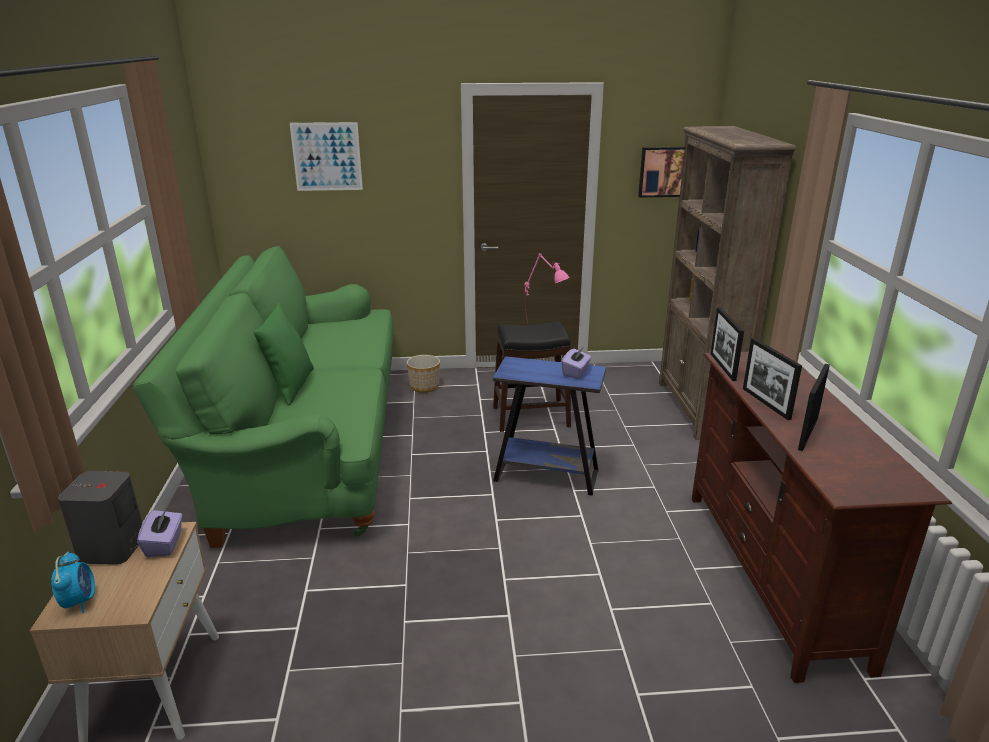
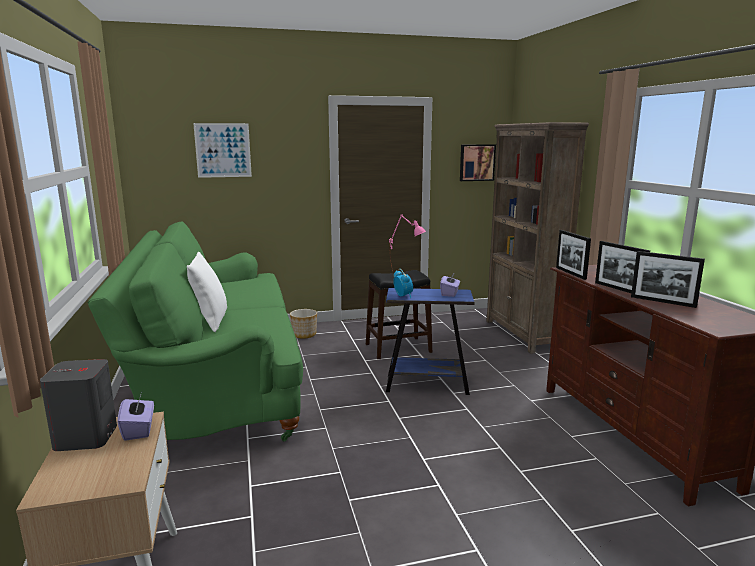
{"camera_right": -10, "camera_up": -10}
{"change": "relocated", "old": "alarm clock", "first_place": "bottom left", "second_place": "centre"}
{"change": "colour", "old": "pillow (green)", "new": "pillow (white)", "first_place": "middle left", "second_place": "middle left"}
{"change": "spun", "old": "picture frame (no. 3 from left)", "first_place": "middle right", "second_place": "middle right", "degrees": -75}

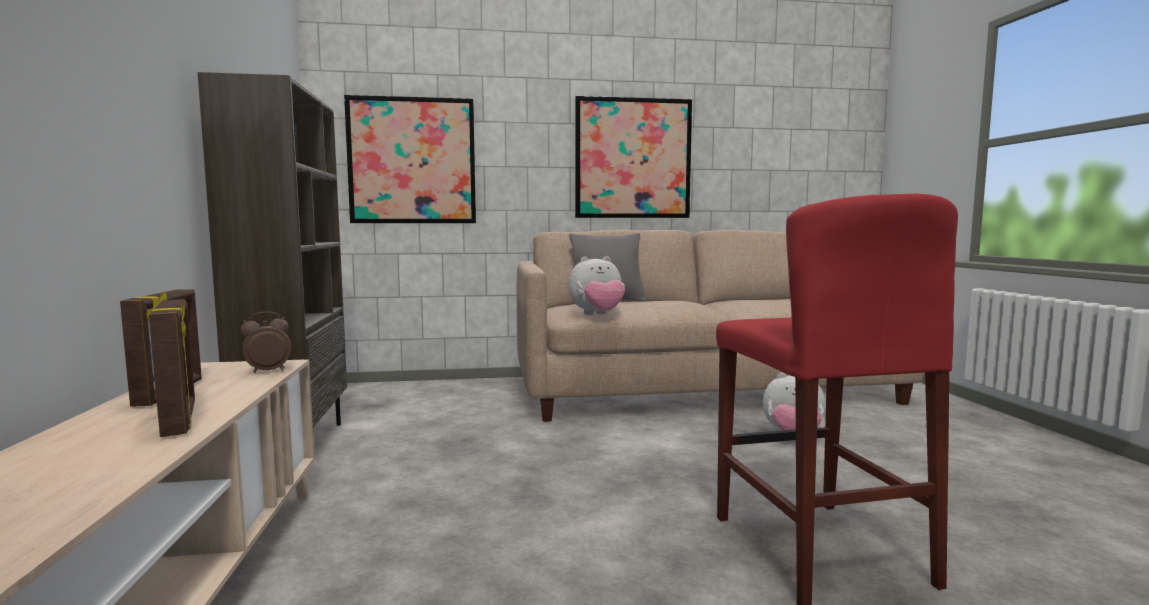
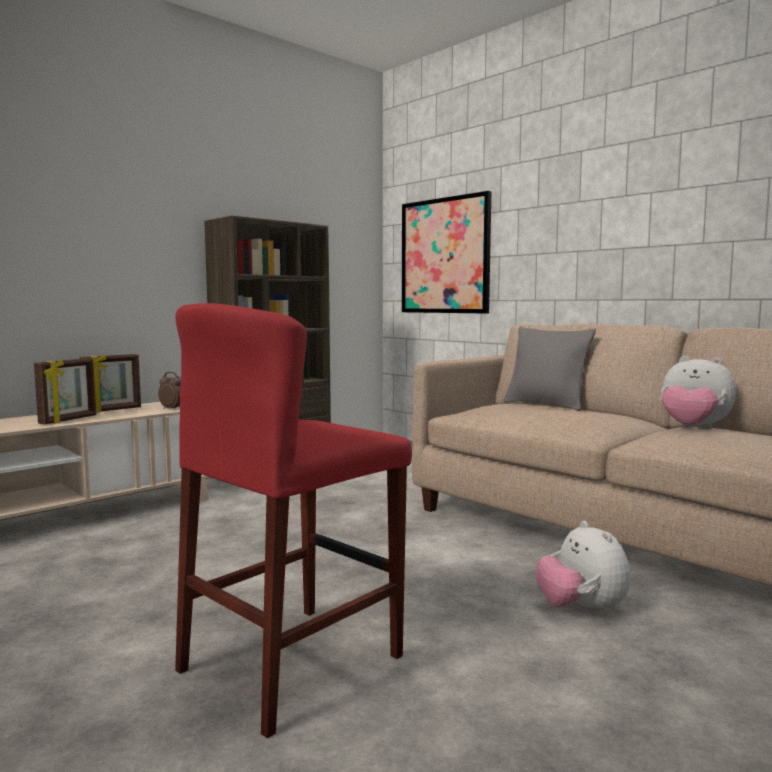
{"camera_right": 55, "camera_up": 0}
{"change": "missing", "old": "picture (no. 2 from left)", "first_place": "top centre"}
{"change": "relocated", "old": "plush toy (no. 1 from left in the first image)", "new": "plush toy (no. 2 from left)", "first_place": "centre", "second_place": "middle right"}

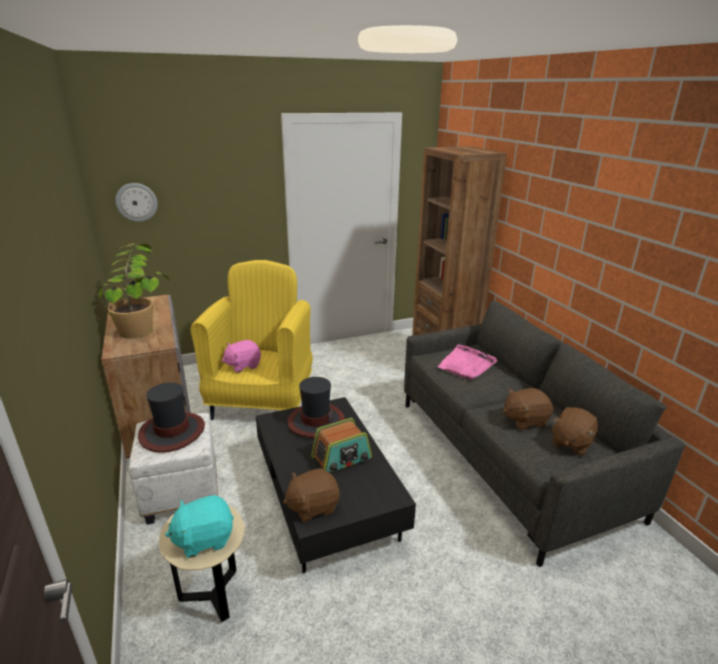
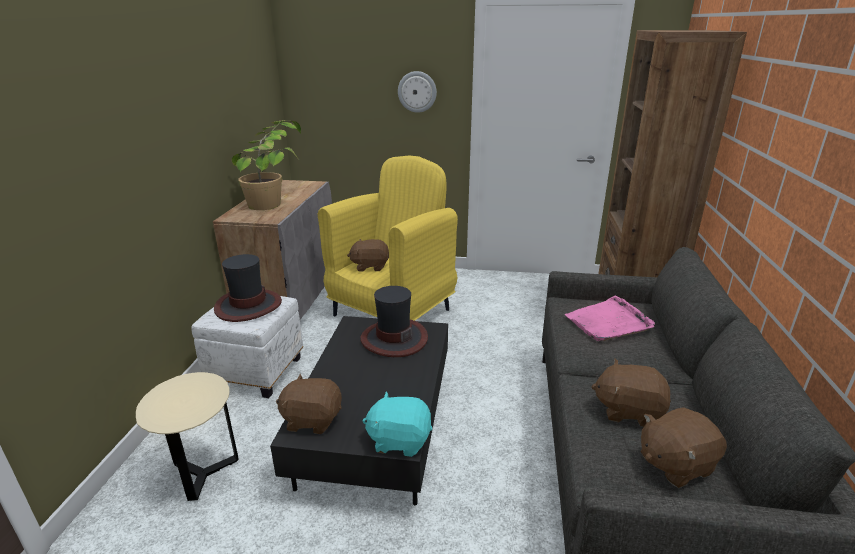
{"camera_right": 30, "camera_up": 0}
{"change": "missing", "old": "radio", "first_place": "bottom centre"}
{"change": "relocated", "old": "wall clock", "first_place": "top left", "second_place": "top centre"}
{"change": "relocated", "old": "plush toy (turquoise)", "first_place": "bottom left", "second_place": "bottom centre"}
{"change": "colour", "old": "plush toy (pink)", "new": "plush toy (brown) (no. 2 from left)", "first_place": "centre", "second_place": "centre"}

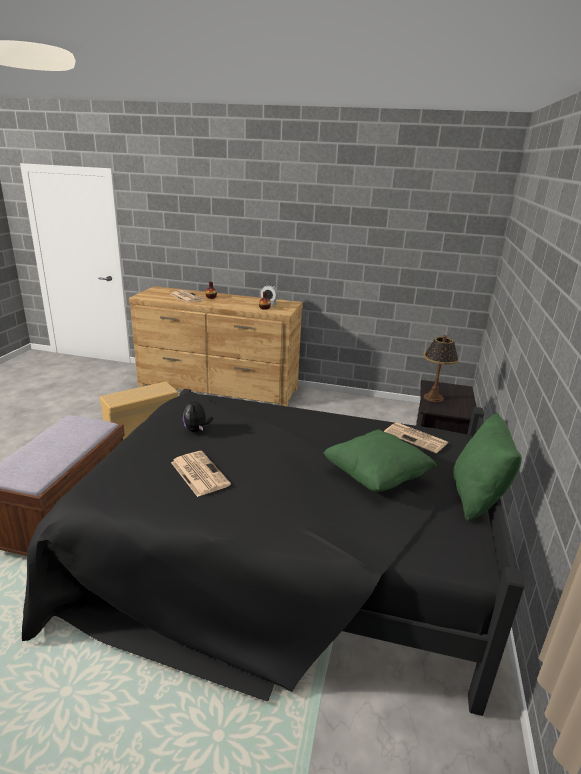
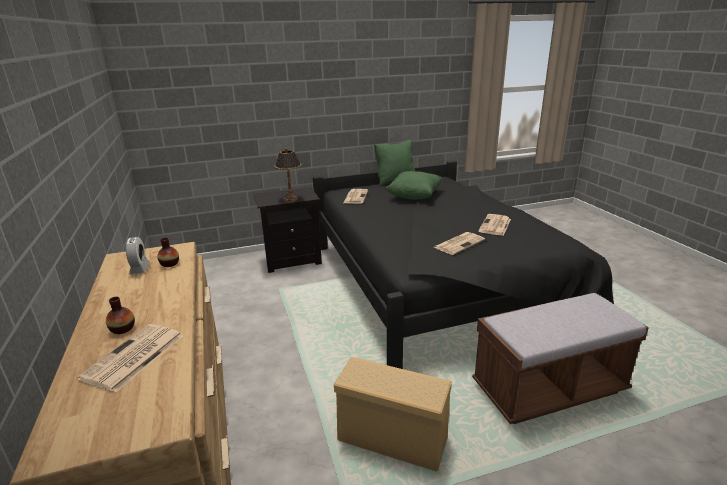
{"camera_right": -120, "camera_up": 0}
{"change": "exchanged", "old": "plush toy", "new": "newspaper (no. 3 from left)", "first_place": "centre", "second_place": "centre"}

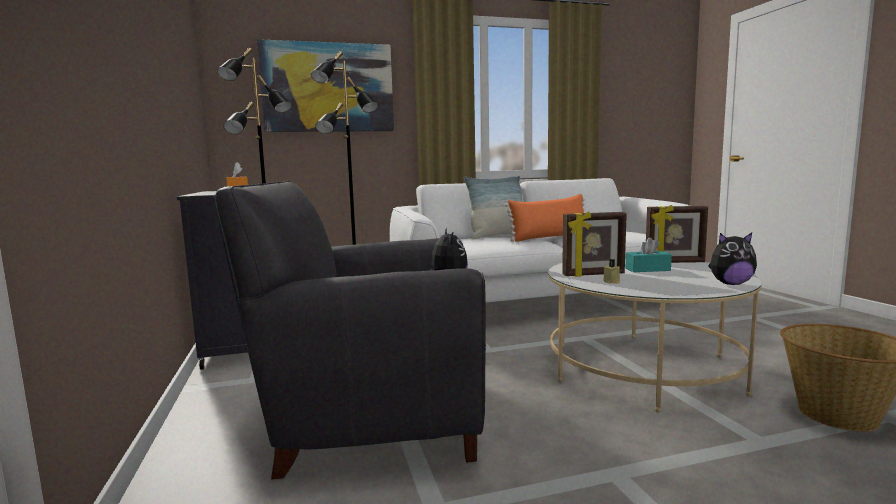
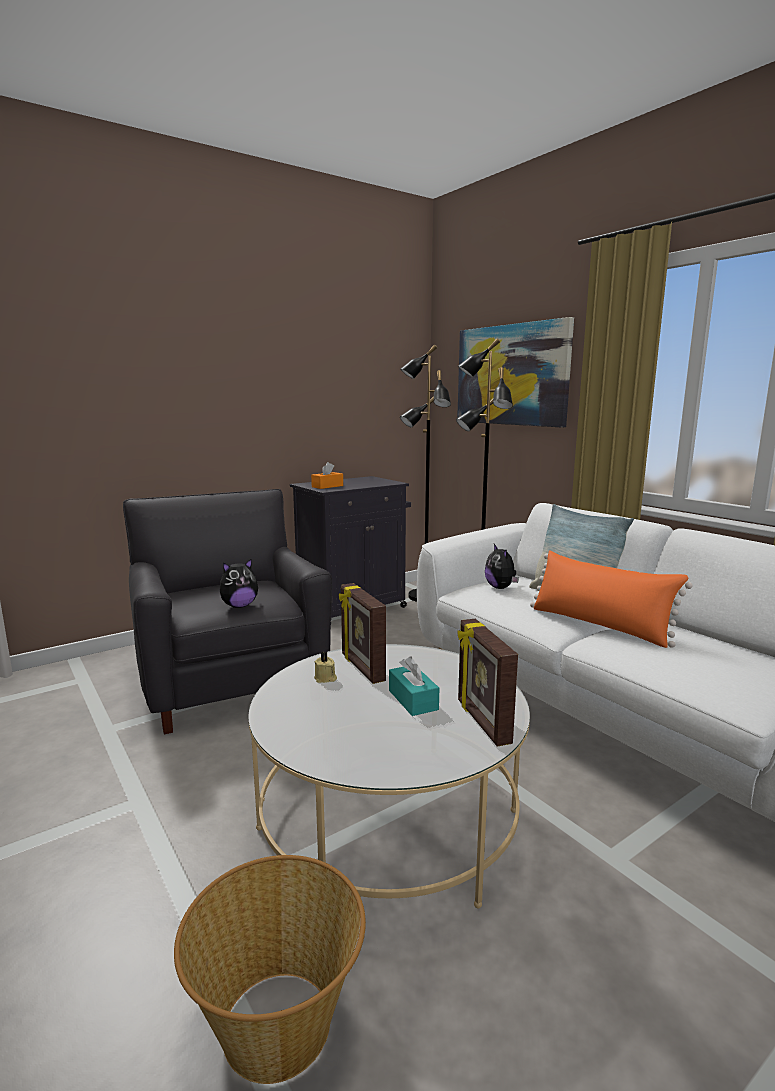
{"camera_right": 70, "camera_up": 5}
{"change": "relocated", "old": "plush toy (no. 2 from left)", "first_place": "middle right", "second_place": "centre"}

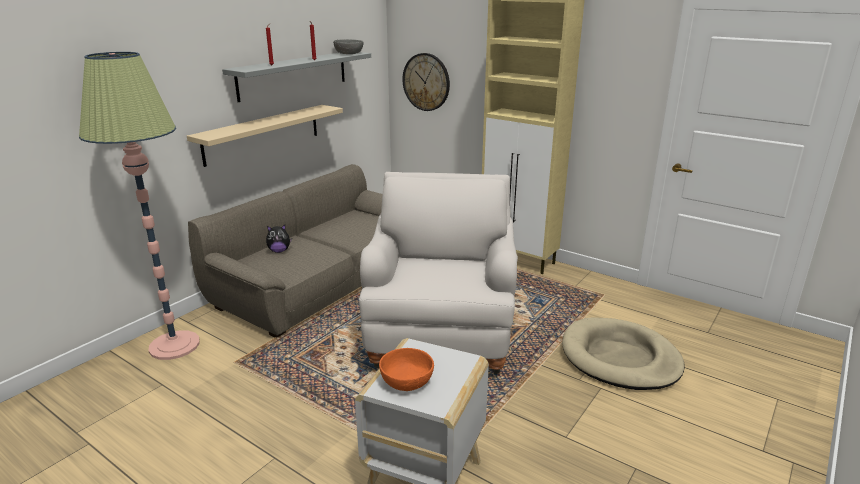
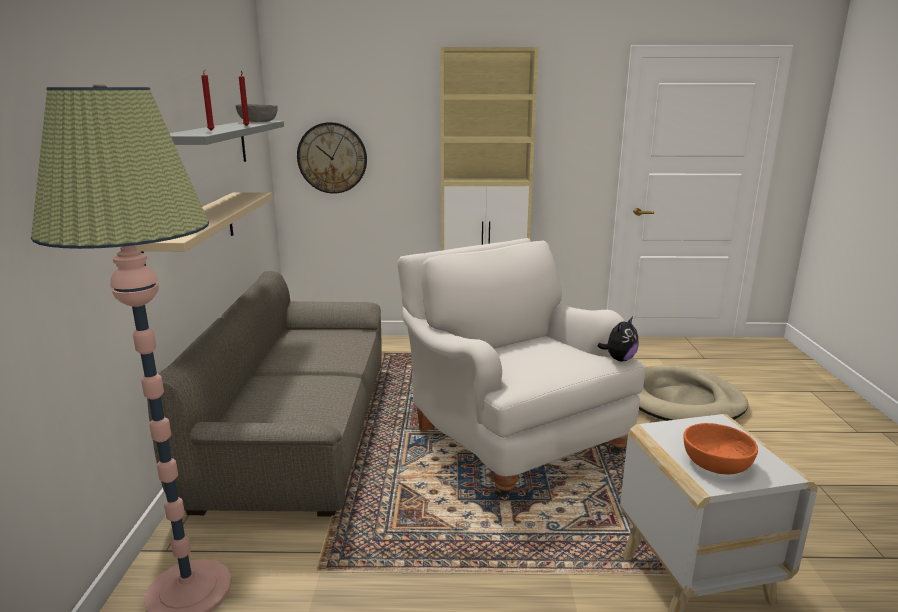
{"camera_right": -35, "camera_up": -5}
{"change": "relocated", "old": "plush toy", "first_place": "middle left", "second_place": "middle right"}

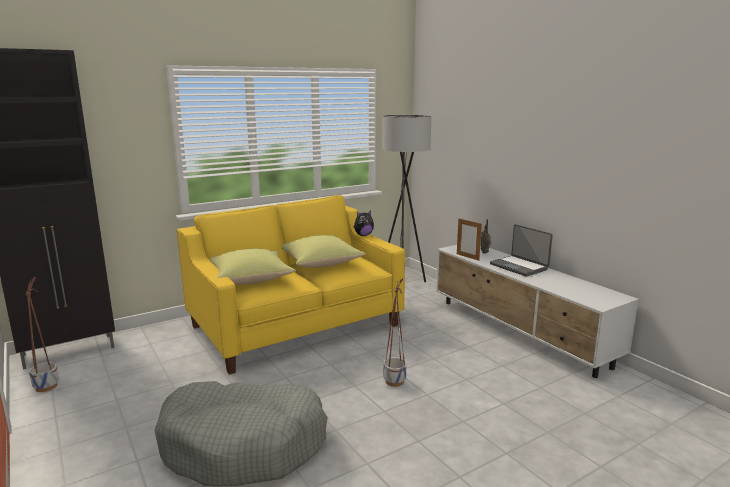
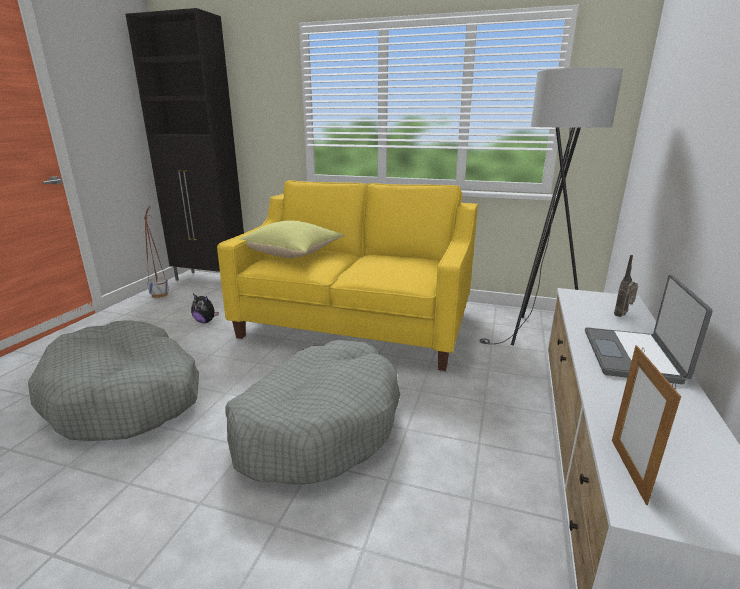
{"camera_right": 50, "camera_up": 5}
{"change": "missing", "old": "pillow (yellow) (no. 2 from left)", "first_place": "centre"}
{"change": "relocated", "old": "plush toy", "first_place": "centre", "second_place": "middle left"}
{"change": "relocated", "old": "picture frame", "first_place": "centre", "second_place": "bottom right"}
{"change": "exchanged", "old": "planter (no. 2 from left)", "new": "dog bed (grey) (no. 2 from left)", "first_place": "bottom centre", "second_place": "bottom centre"}

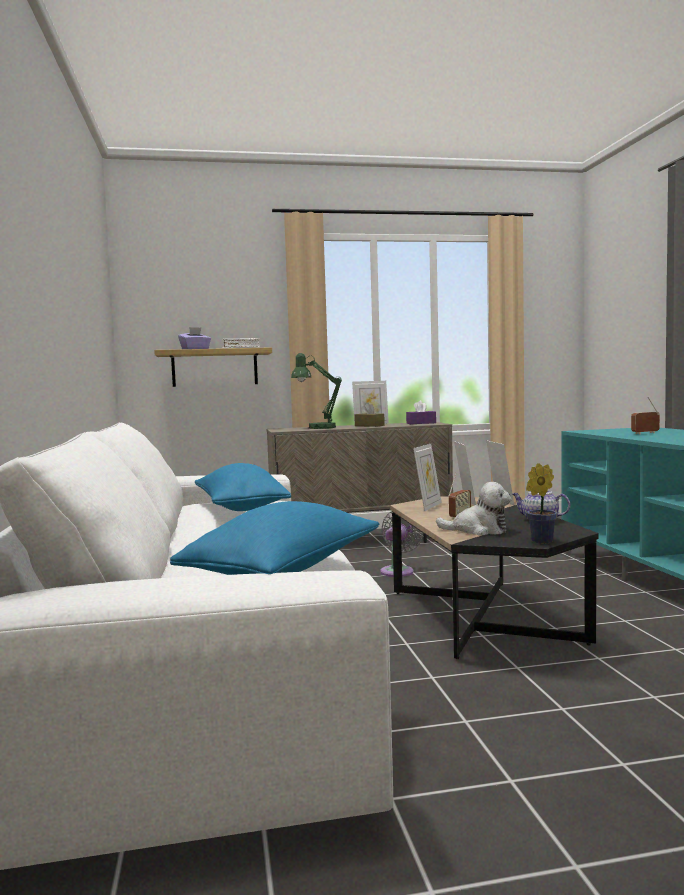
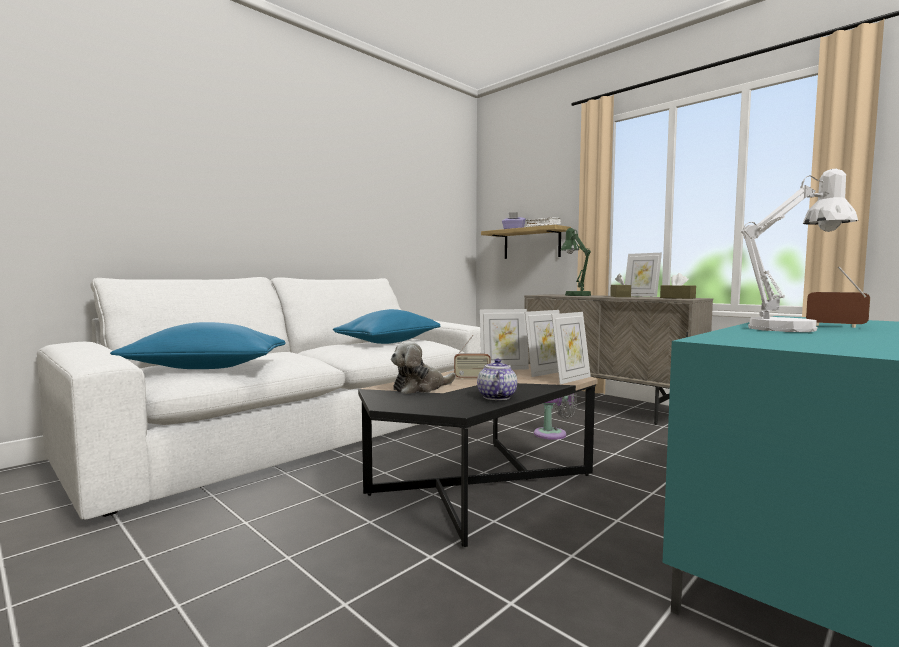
{"camera_right": 55, "camera_up": 0}
{"change": "missing", "old": "potted plant", "first_place": "middle right"}
{"change": "appeared", "new": "table lamp (white)", "second_place": "middle right"}
{"change": "colour", "old": "tissue box (purple) (no. 2 from left)", "new": "tissue box (brown) (no. 2 from left)", "first_place": "centre", "second_place": "middle right"}
{"change": "spun", "old": "plush toy", "first_place": "middle right", "second_place": "centre", "degrees": 75}

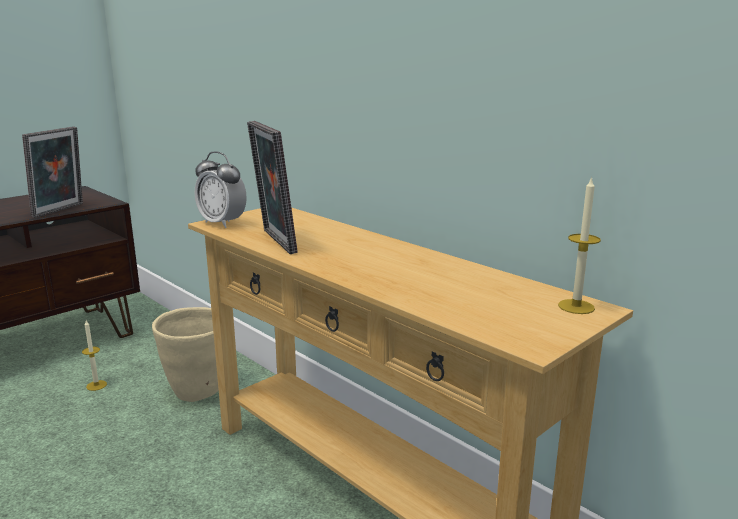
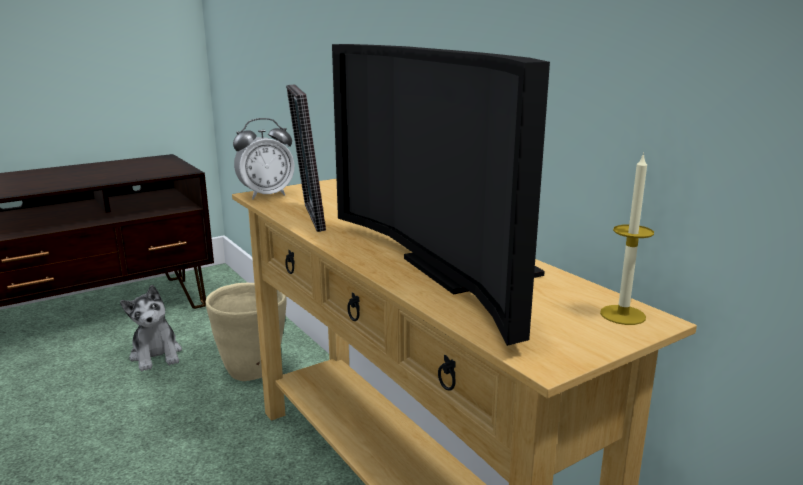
{"camera_right": 10, "camera_up": 0}
{"change": "missing", "old": "picture frame (no. 1 from left)", "first_place": "top left"}
{"change": "appeared", "new": "television", "second_place": "centre"}
{"change": "exchanged", "old": "candle (no. 1 from left)", "new": "plush toy", "first_place": "bottom left", "second_place": "bottom left"}
{"change": "spun", "old": "alarm clock", "first_place": "middle left", "second_place": "top left", "degrees": -75}

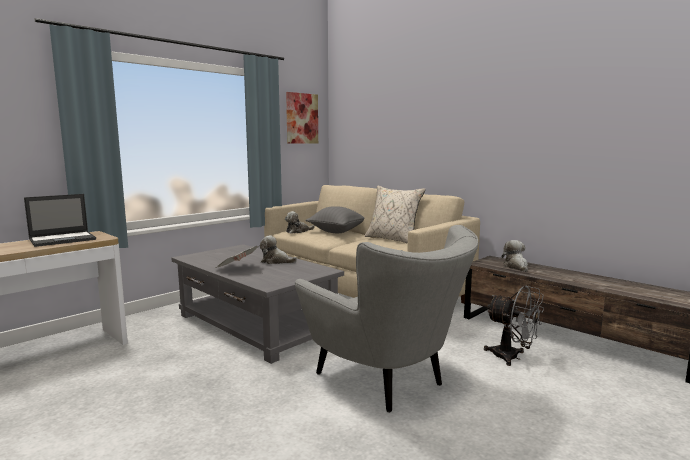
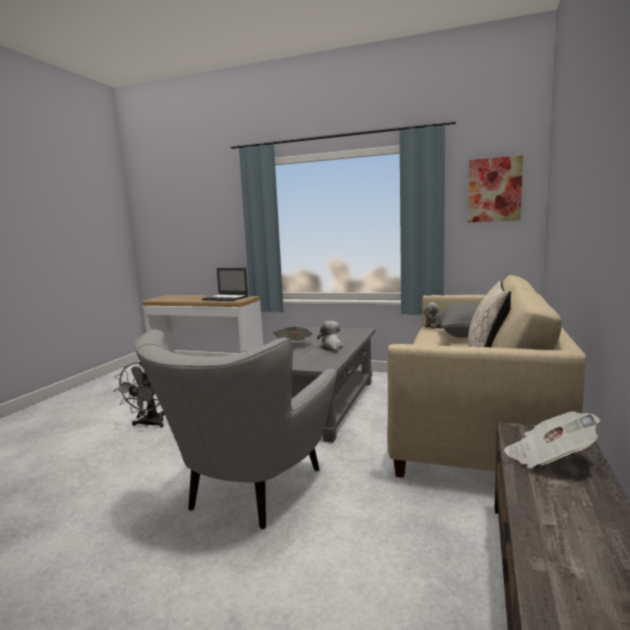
{"camera_right": 65, "camera_up": 0}
{"change": "relocated", "old": "fan (grey)", "first_place": "bottom right", "second_place": "middle left"}
{"change": "exchanged", "old": "plush toy (no. 3 from left)", "new": "newspaper (no. 2 from left)", "first_place": "middle right", "second_place": "bottom right"}

